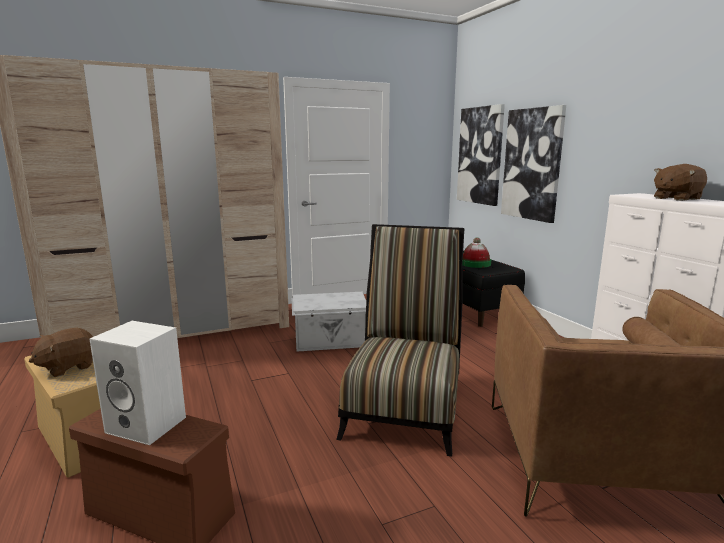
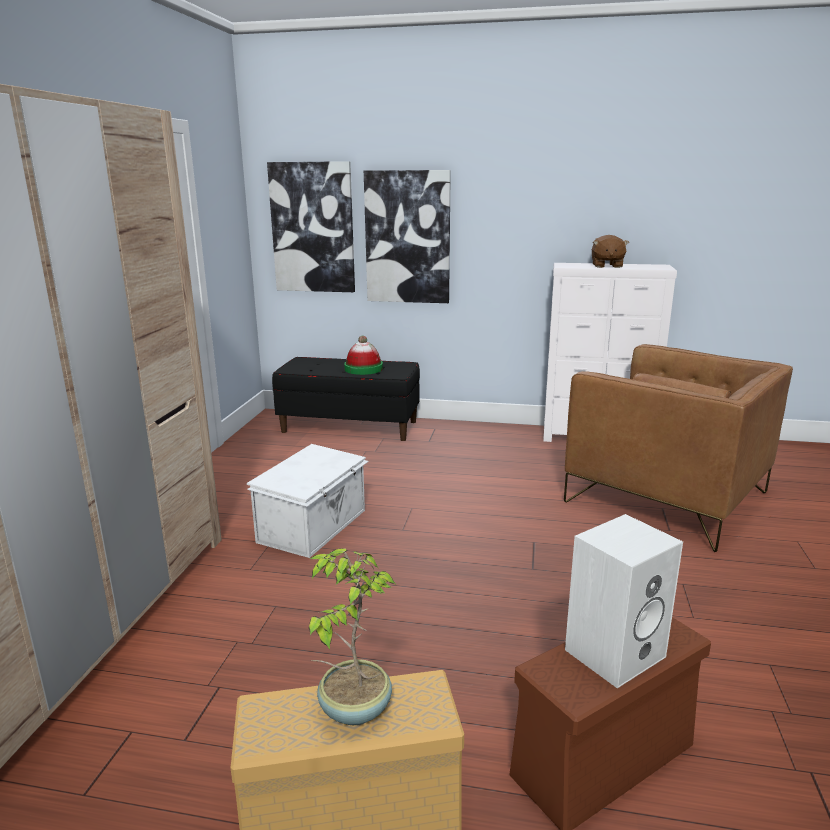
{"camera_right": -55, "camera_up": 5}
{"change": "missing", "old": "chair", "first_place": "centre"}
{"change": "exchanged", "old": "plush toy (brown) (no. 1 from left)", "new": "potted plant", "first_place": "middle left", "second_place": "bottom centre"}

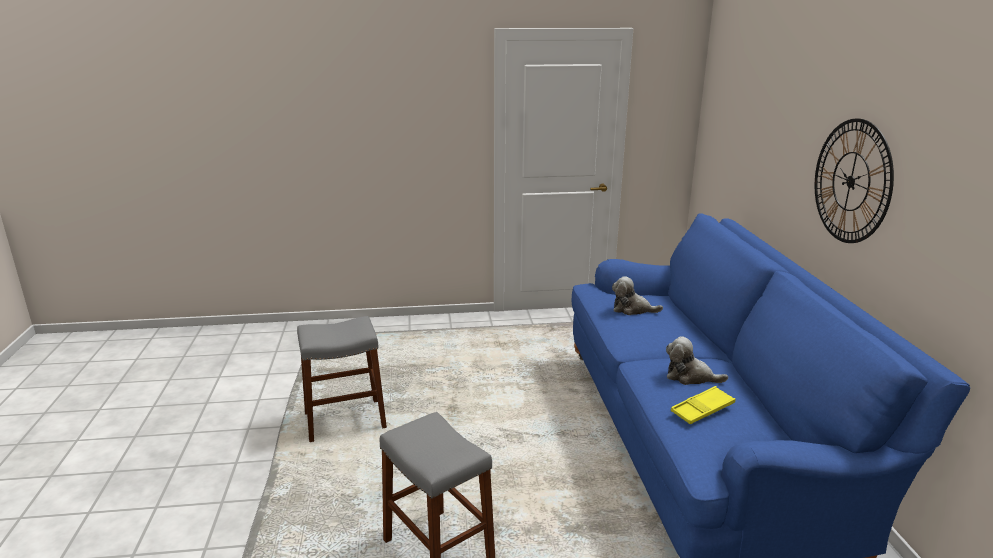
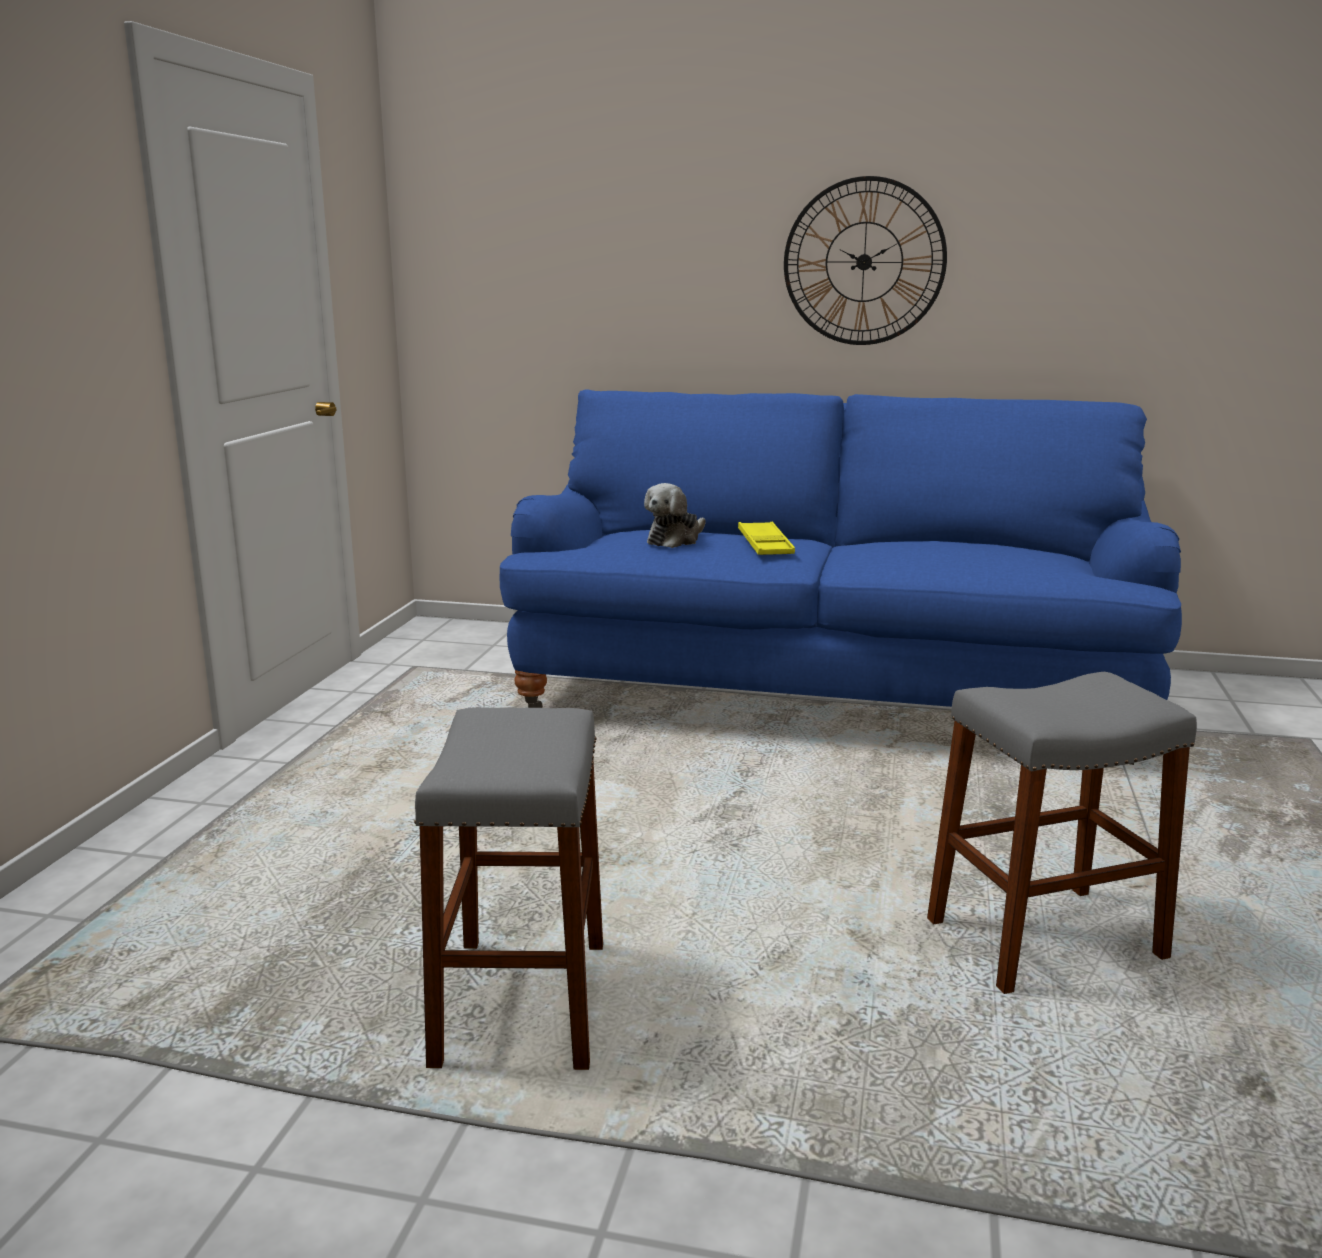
{"camera_right": -70, "camera_up": -5}
{"change": "missing", "old": "plush toy (no. 2 from left)", "first_place": "middle right"}
{"change": "relocated", "old": "tray (yellow)", "first_place": "bottom right", "second_place": "centre"}

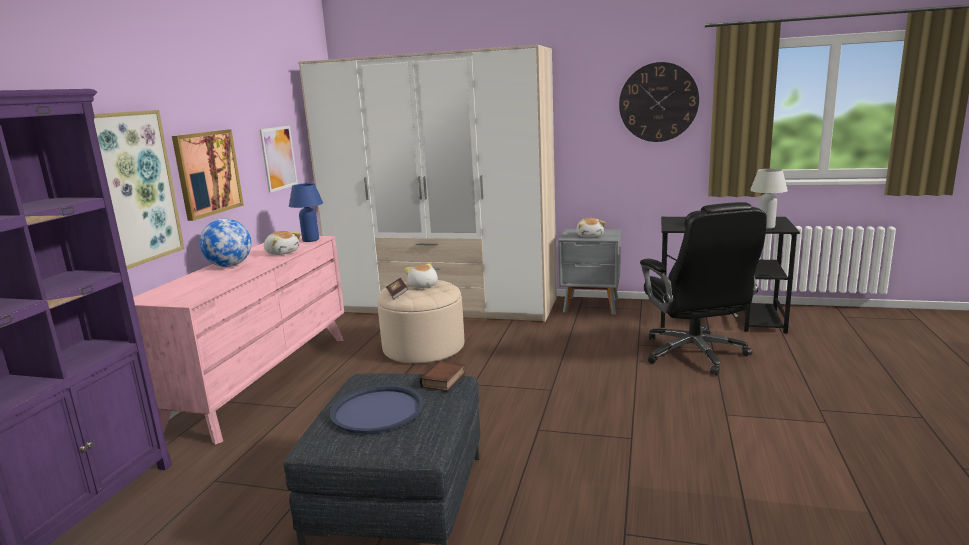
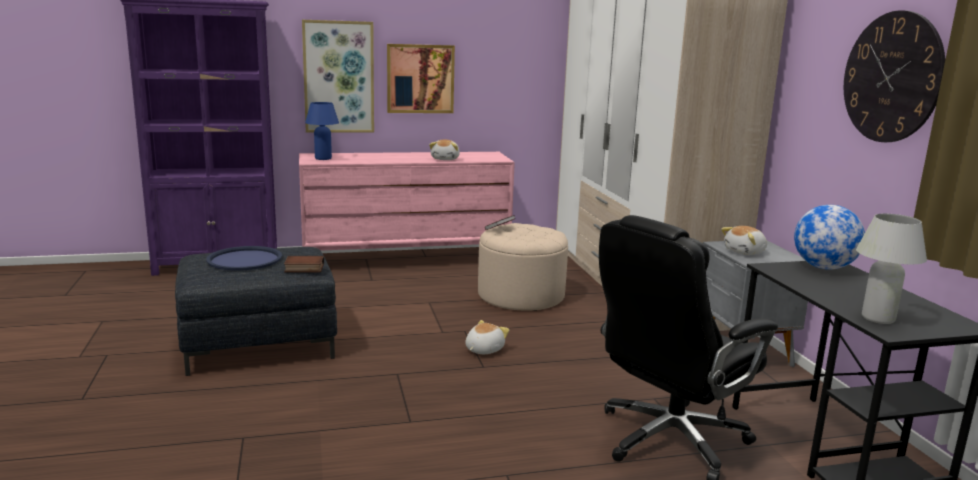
{"camera_right": 60, "camera_up": 0}
{"change": "missing", "old": "picture (no. 3 from left)", "first_place": "top left"}
{"change": "relocated", "old": "globe", "first_place": "middle left", "second_place": "middle right"}
{"change": "relocated", "old": "table lamp (blue)", "first_place": "middle left", "second_place": "top left"}
{"change": "relocated", "old": "plush toy (no. 2 from left)", "first_place": "centre", "second_place": "bottom centre"}

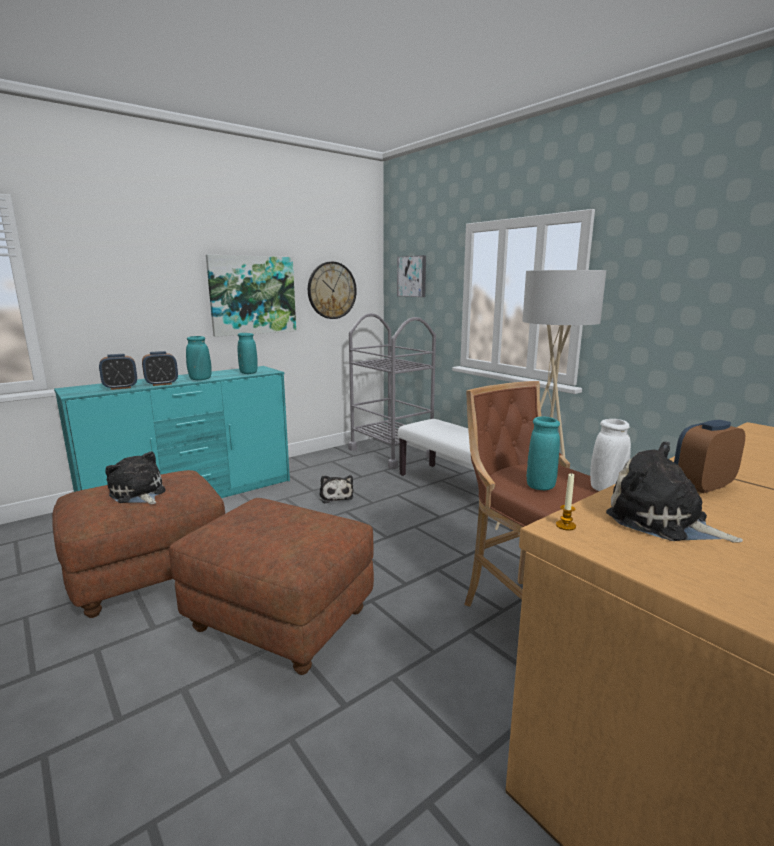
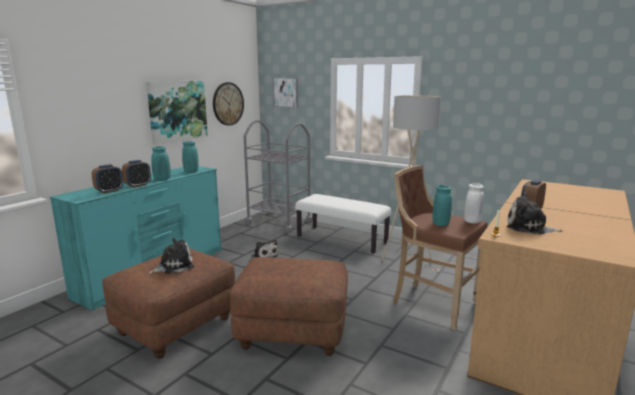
{"camera_right": -20, "camera_up": 0}
{"change": "spun", "old": "plush toy (no. 1 from left)", "first_place": "middle left", "second_place": "middle left", "degrees": 120}

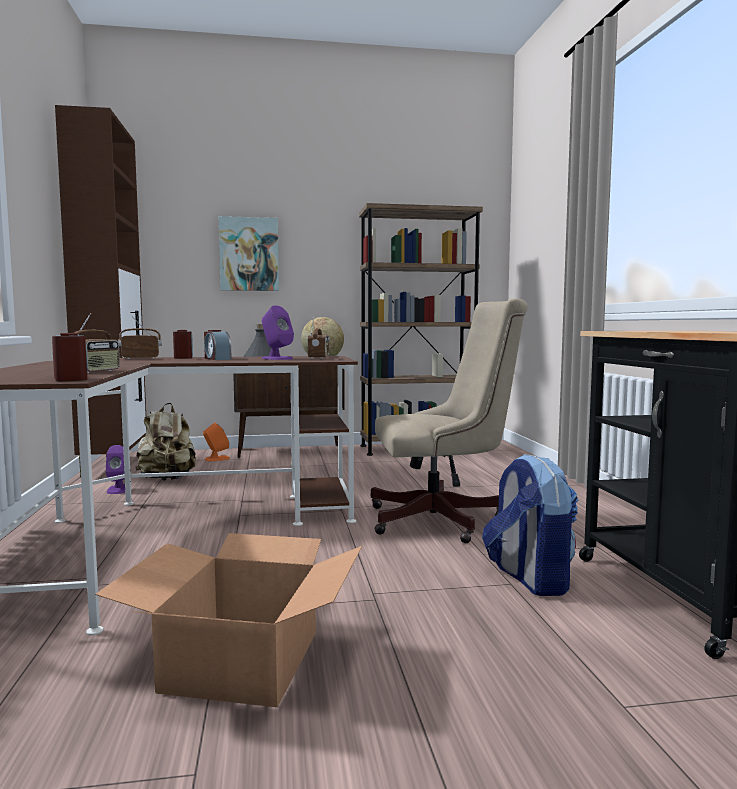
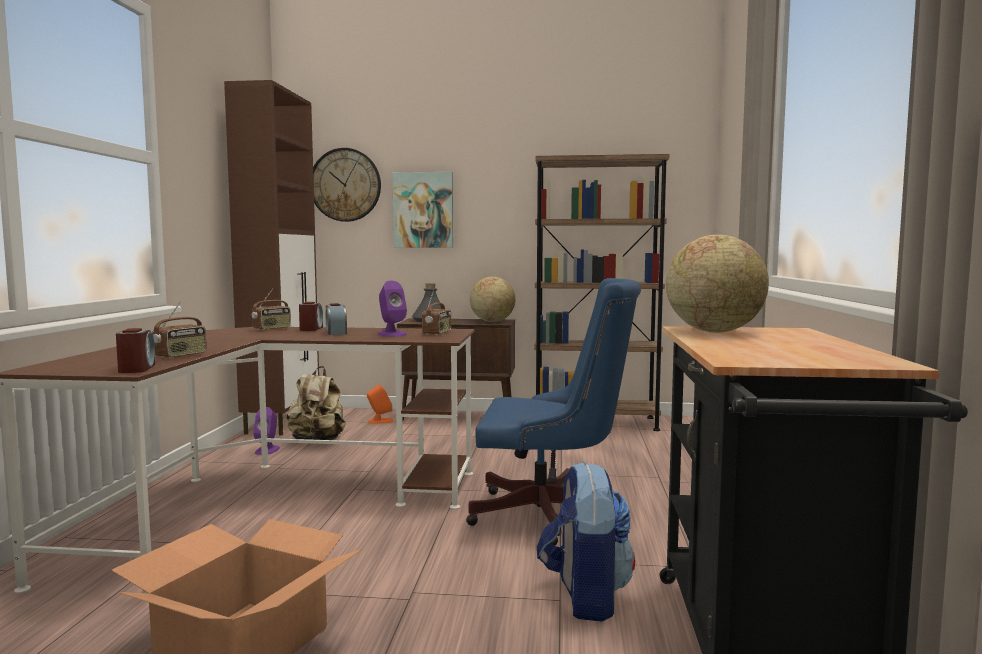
{"camera_right": 15, "camera_up": 0}
{"change": "appeared", "new": "wall clock", "second_place": "top centre"}
{"change": "appeared", "new": "globe (no. 2 from left)", "second_place": "middle right"}
{"change": "colour", "old": "office chair (beige)", "new": "office chair (blue)", "first_place": "centre", "second_place": "centre"}
{"change": "spun", "old": "radio (no. 2 from left)", "first_place": "middle left", "second_place": "middle left", "degrees": 135}

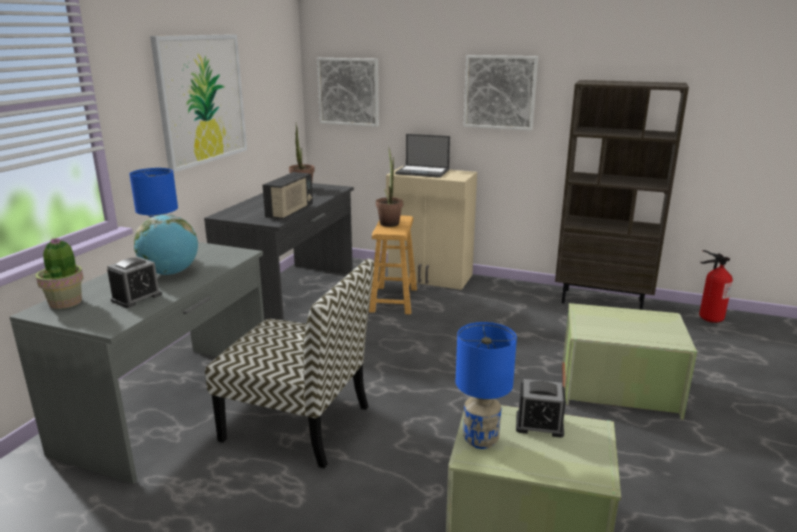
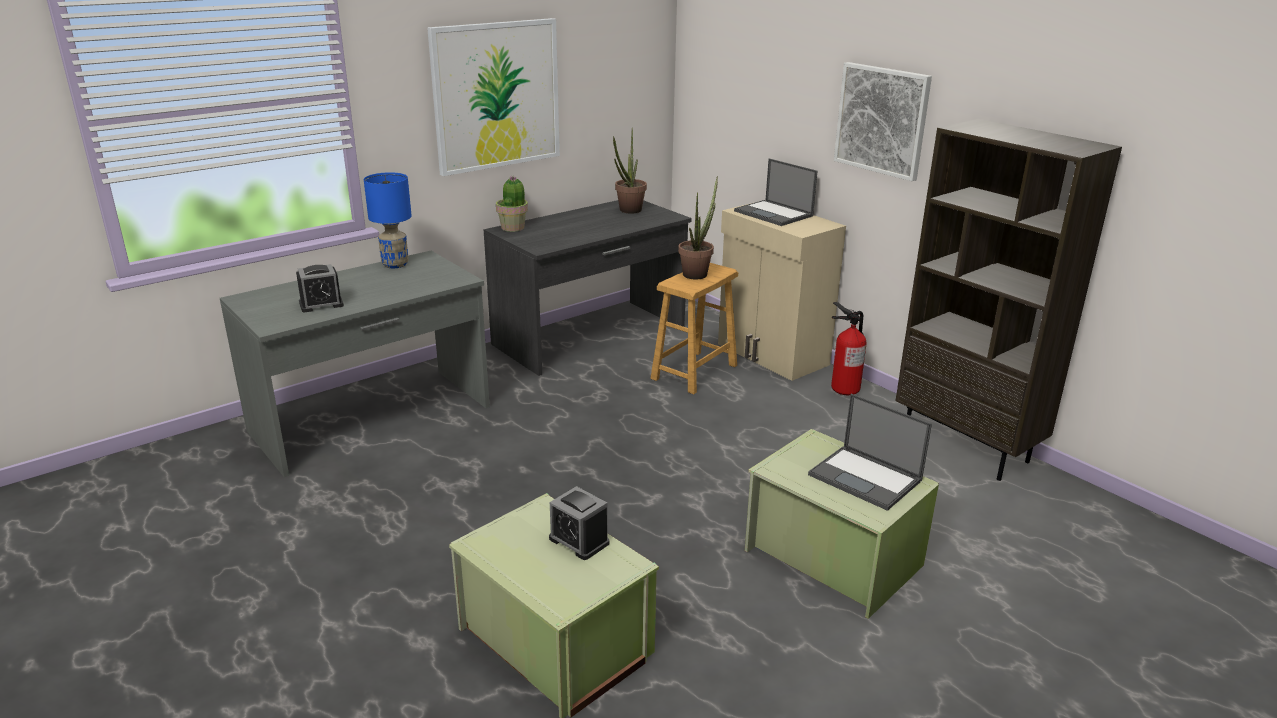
{"camera_right": 30, "camera_up": 5}
{"change": "missing", "old": "globe", "first_place": "middle left"}
{"change": "missing", "old": "chair", "first_place": "bottom centre"}
{"change": "missing", "old": "radio", "first_place": "centre"}
{"change": "missing", "old": "picture (no. 2 from left)", "first_place": "top centre"}
{"change": "missing", "old": "table lamp (blue) (no. 2 from left)", "first_place": "bottom centre"}
{"change": "appeared", "new": "laptop (no. 2 from left)", "second_place": "middle right"}
{"change": "relocated", "old": "potted plant (no. 1 from left)", "first_place": "middle left", "second_place": "top centre"}
{"change": "relocated", "old": "fire extinguisher", "first_place": "middle right", "second_place": "centre"}

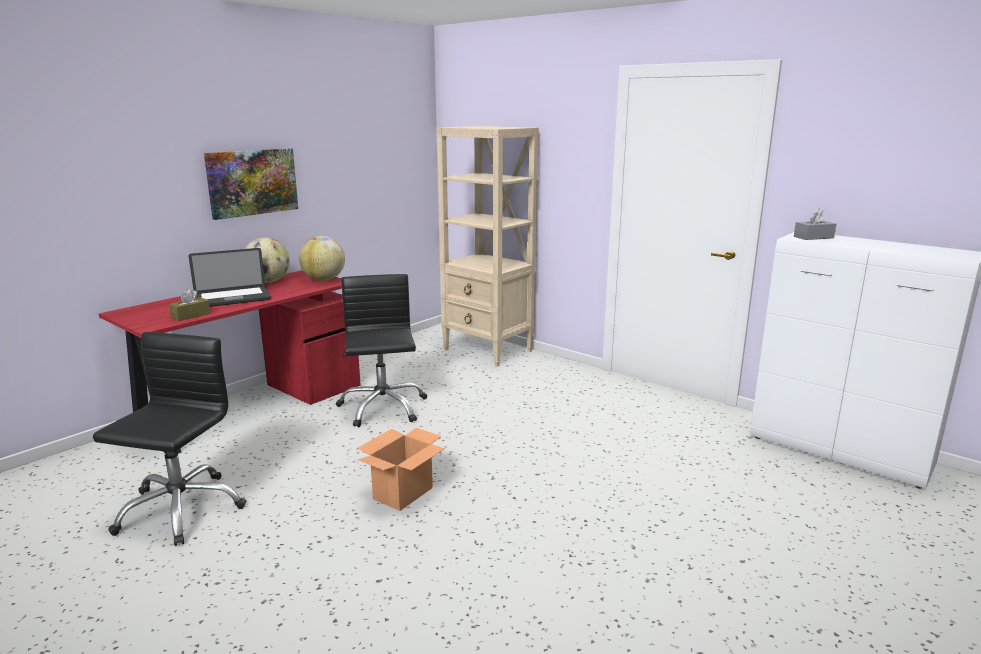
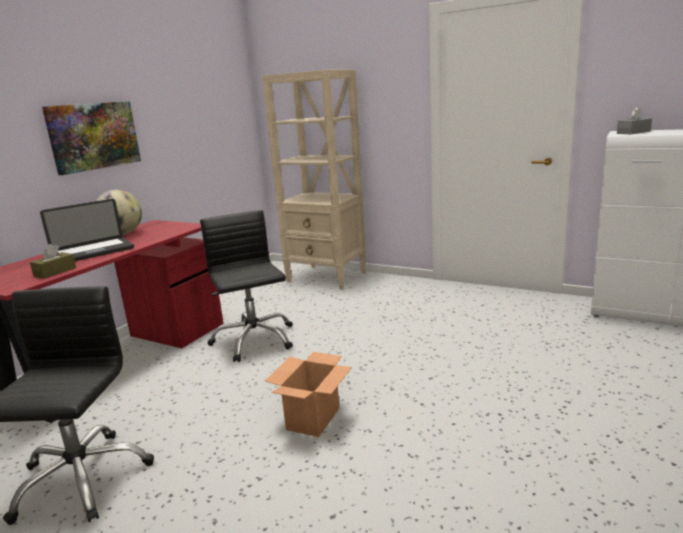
{"camera_right": -10, "camera_up": 0}
{"change": "missing", "old": "globe (no. 2 from left)", "first_place": "middle left"}

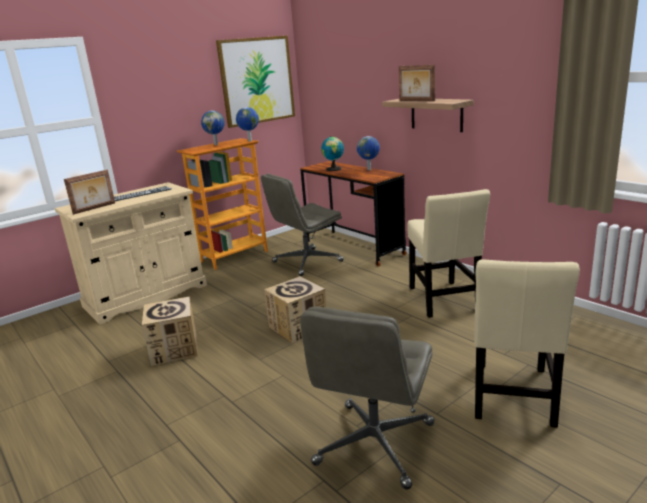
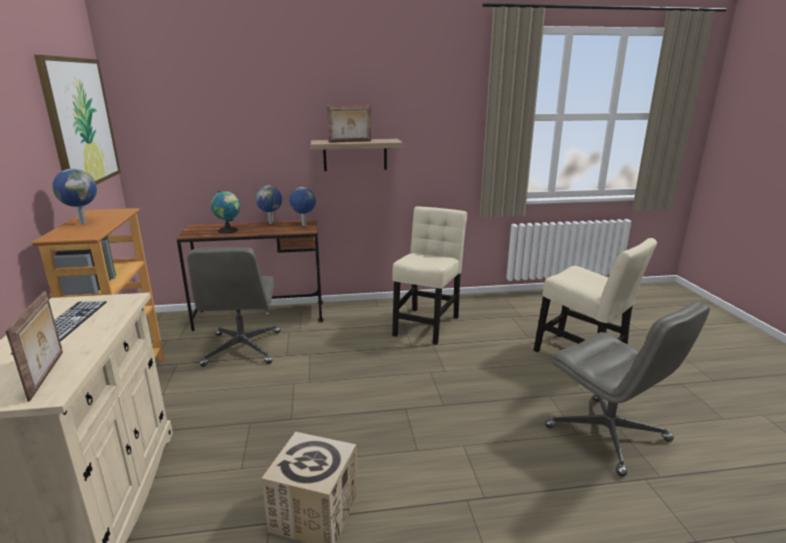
{"camera_right": -60, "camera_up": 0}
{"change": "missing", "old": "cardboard box (no. 2 from left)", "first_place": "centre"}
{"change": "relocated", "old": "globe (no. 2 from left in the first image)", "new": "globe (no. 4 from left)", "first_place": "top centre", "second_place": "centre"}
{"change": "spun", "old": "chair (beige) (no. 1 from left)", "first_place": "middle right", "second_place": "centre", "degrees": -90}

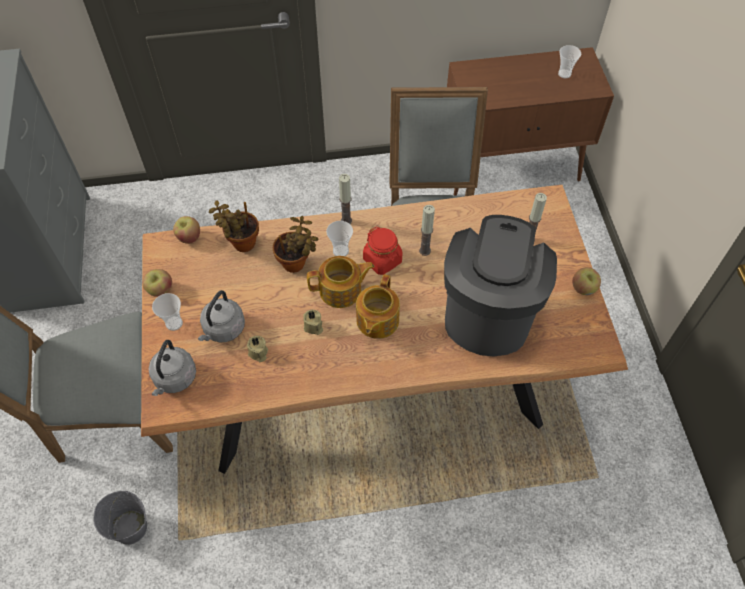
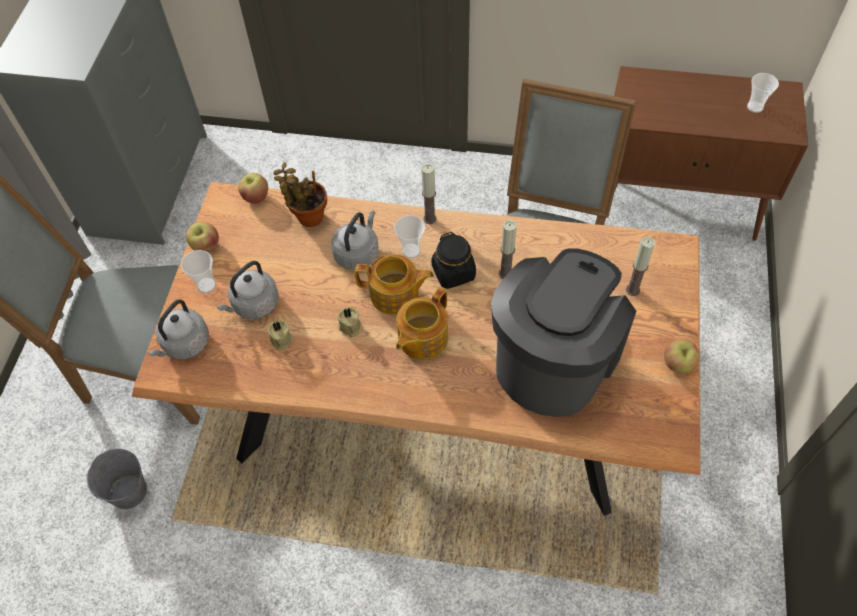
{"camera_right": 20, "camera_up": 0}
{"change": "exchanged", "old": "potted plant (no. 2 from left)", "new": "kettle (grey) (no. 3 from left)", "first_place": "centre", "second_place": "centre"}
{"change": "colour", "old": "jar (red)", "new": "jar (black)", "first_place": "centre", "second_place": "centre"}

